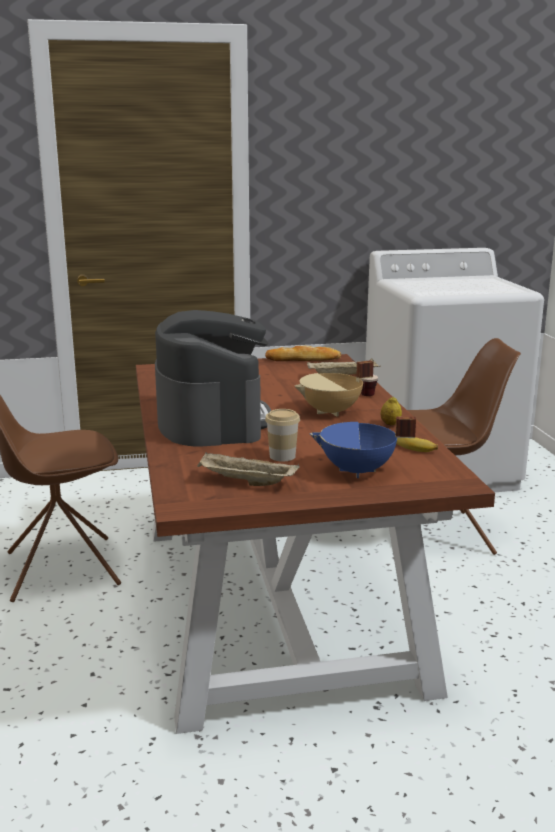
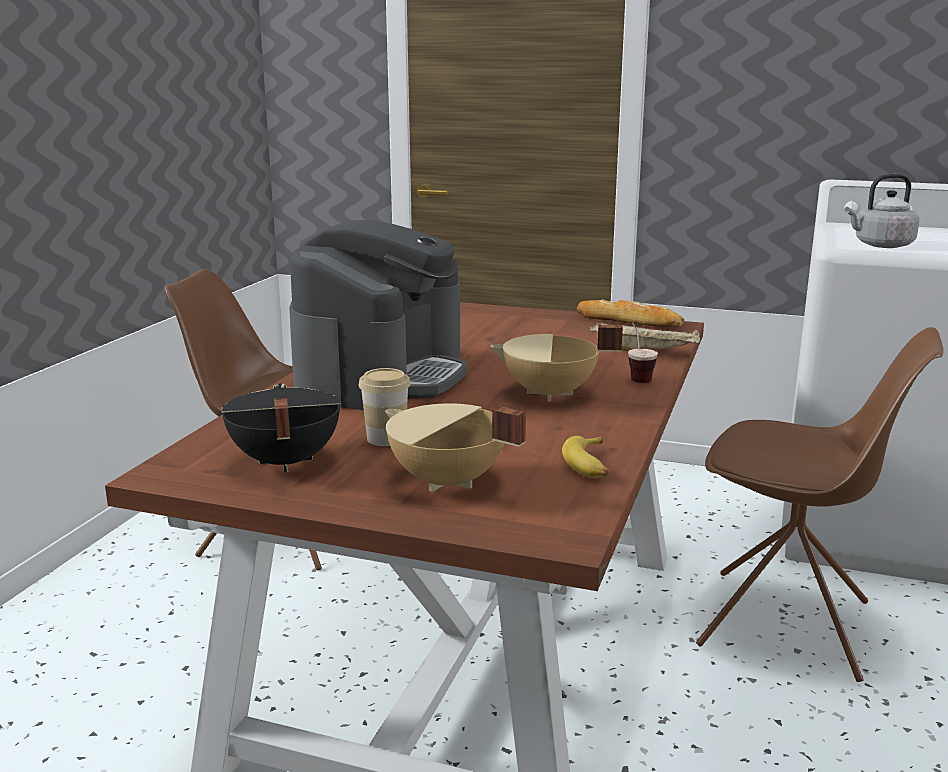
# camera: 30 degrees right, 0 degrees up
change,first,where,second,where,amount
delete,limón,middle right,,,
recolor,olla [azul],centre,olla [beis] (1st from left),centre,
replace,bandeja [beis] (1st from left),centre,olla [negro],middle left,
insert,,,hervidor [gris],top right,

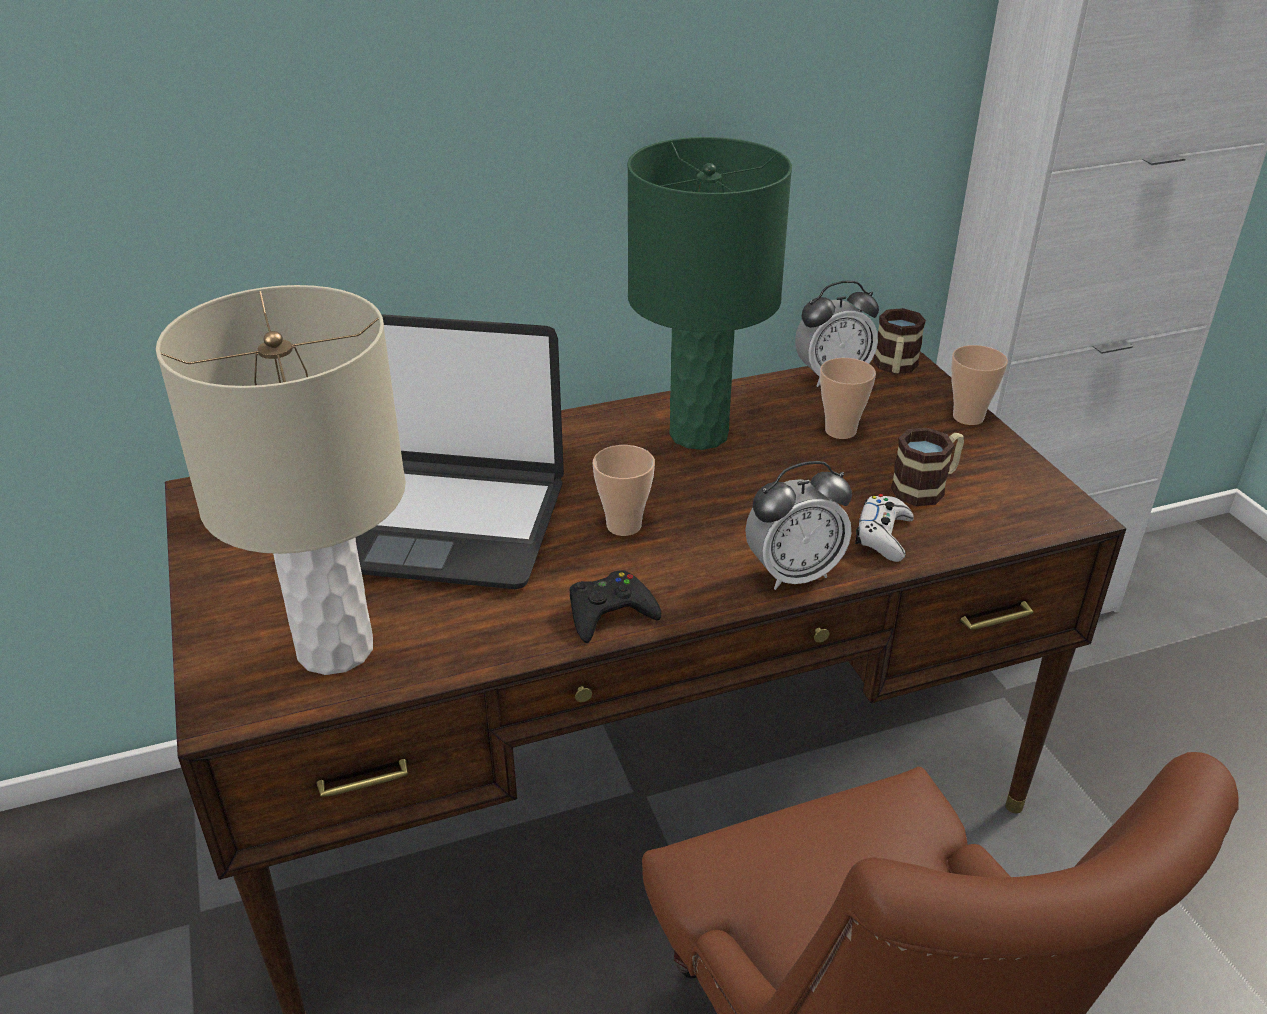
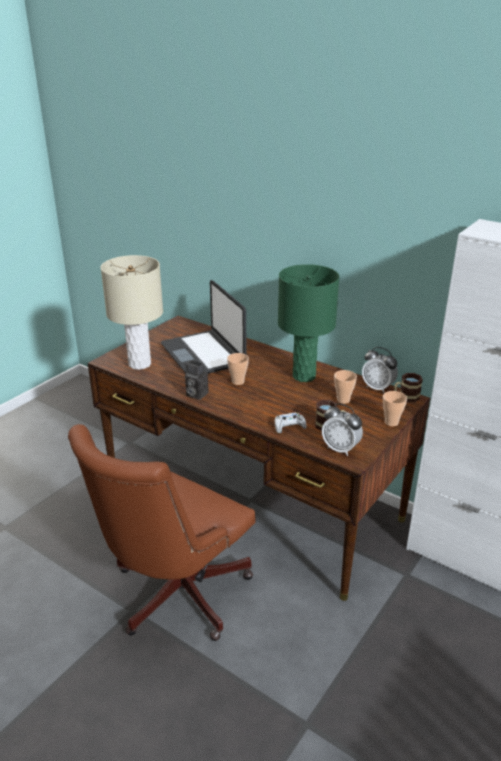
# camera: 55 degrees right, 5 degrees down
change,first,where,second,where,amount
move,despertador (1st from left),centre,,middle right,
replace,mando de consola [negro],centre,cámara,centre,

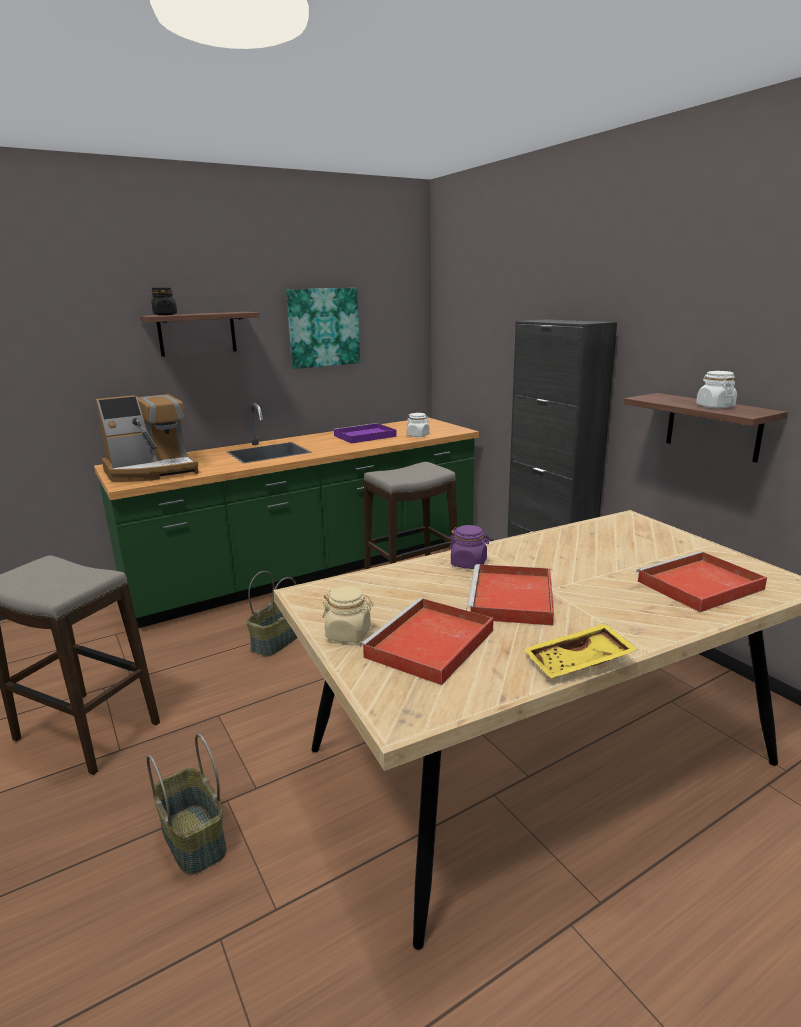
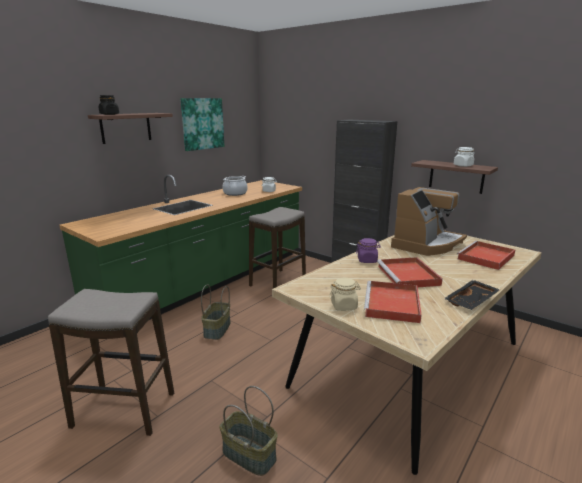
# camera: 20 degrees left, 0 degrees up
change,first,where,second,where,amount
move,cafetera,middle left,,middle right,
replace,bandeja [morado],centre,olla,centre,
recolor,bandeja [amarillo],middle right,bandeja [negro],middle right,

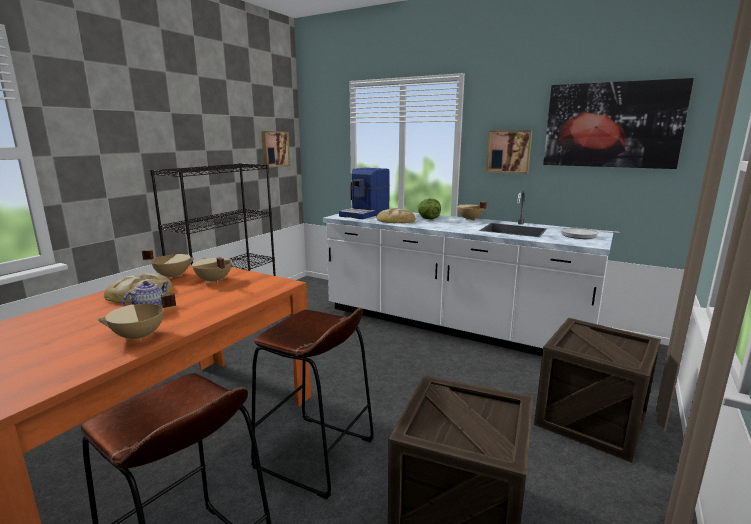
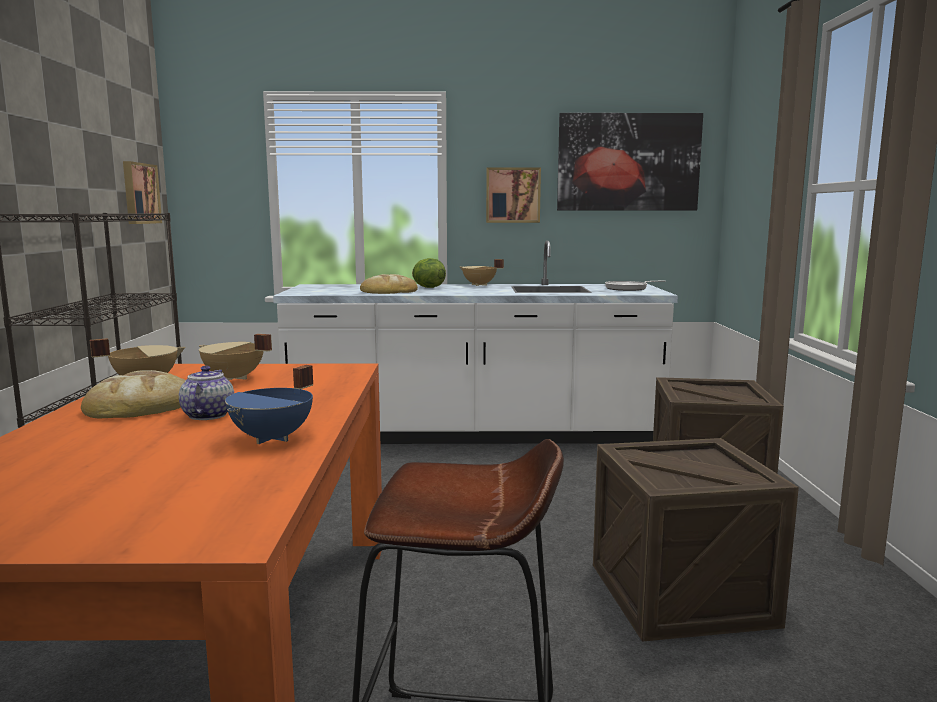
# camera: 30 degrees left, 5 degrees down
change,first,where,second,where,amount
delete,cafetera,centre,,,
recolor,olla [beis] (1st from left),middle left,olla [azul],middle left,
delete,taburete [marrón] (2nd from left),bottom centre,,,

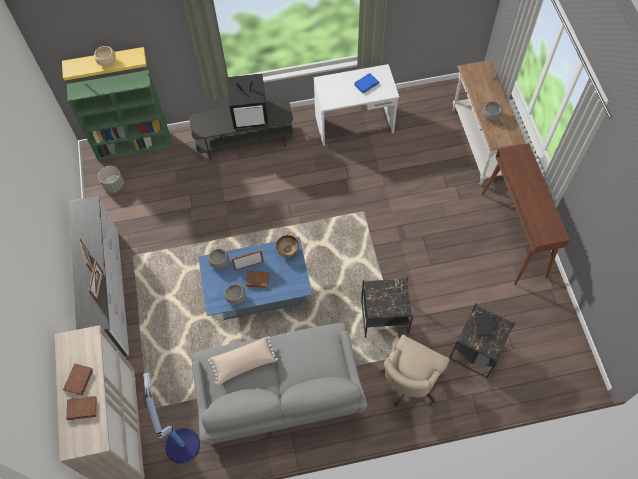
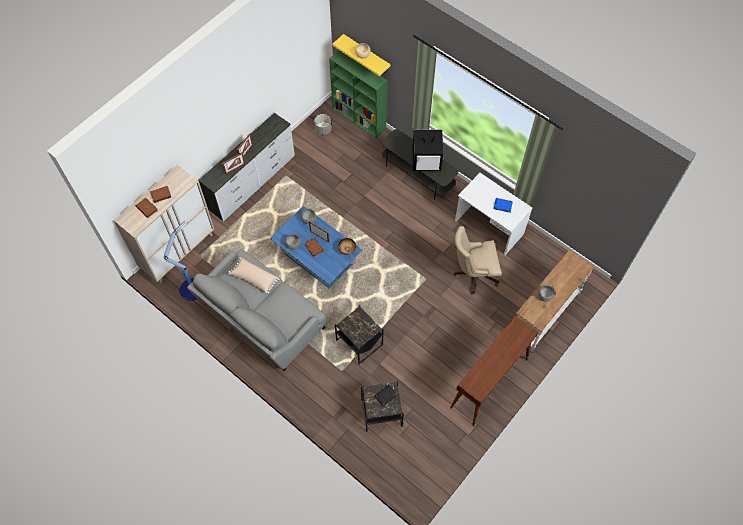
# camera: 50 degrees right, 0 degrees up
change,first,where,second,where,amount
rotate,televisor,top centre,,top centre,45 degrees counterclockwise
move,silla de oficina [beis],bottom centre,,centre,

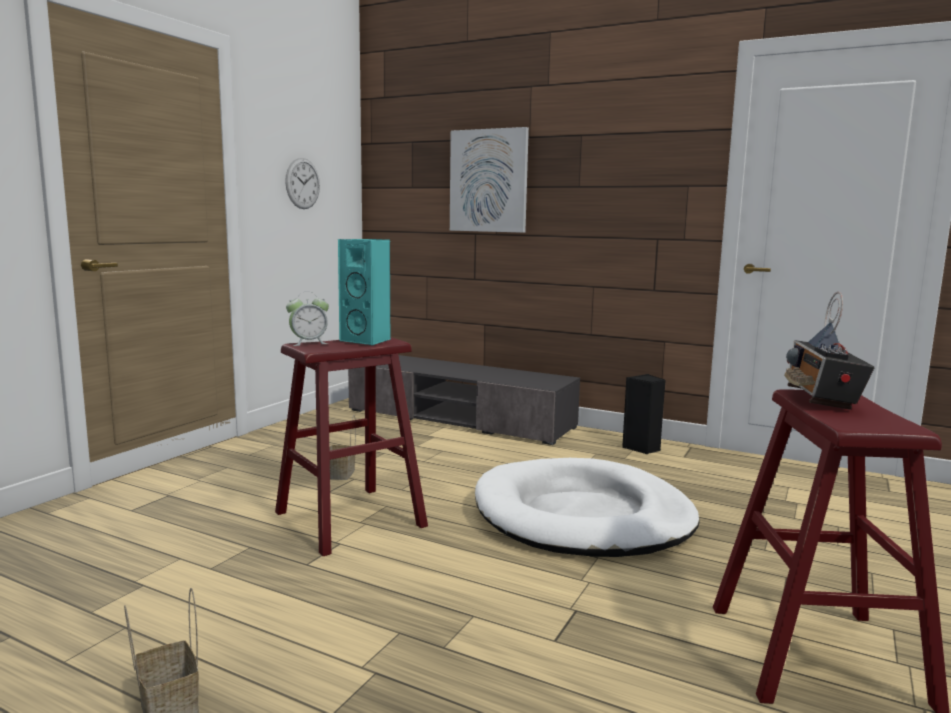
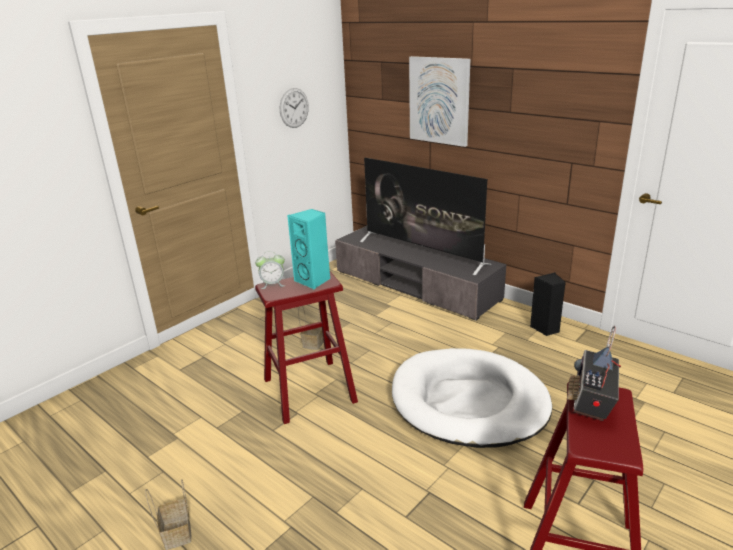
# camera: 15 degrees right, 15 degrees up
change,first,where,second,where,amount
insert,,,televisor,centre,

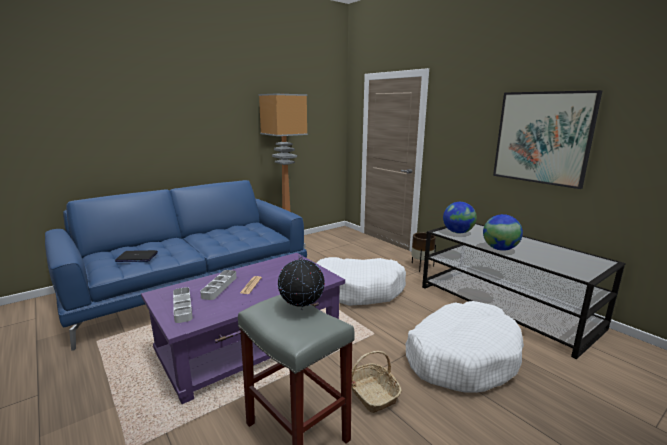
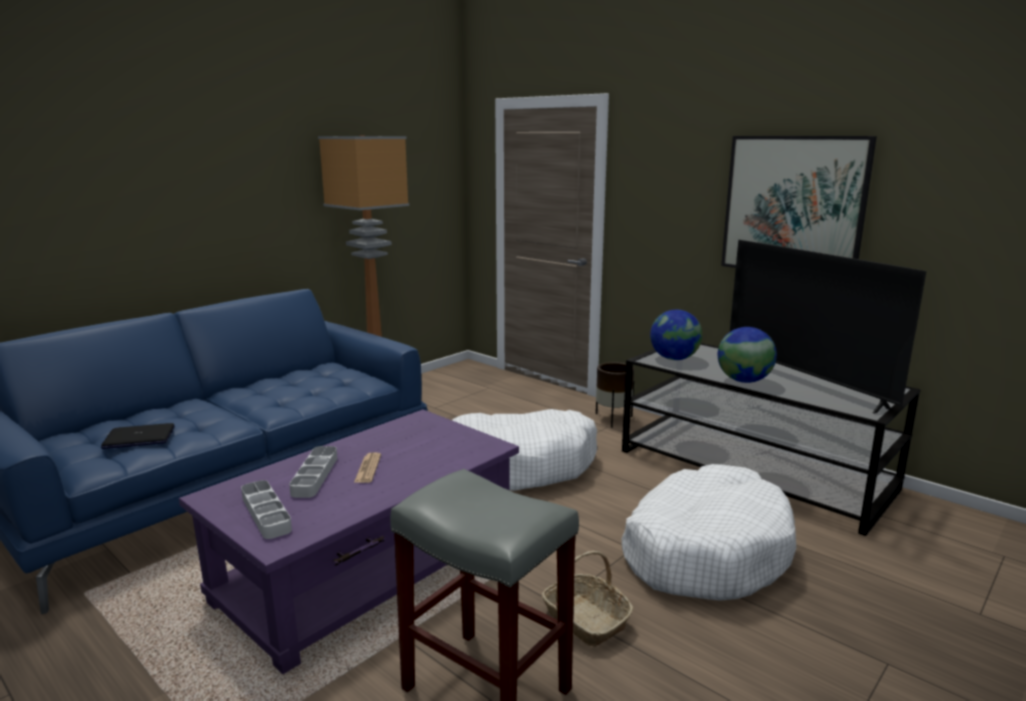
# camera: 10 degrees left, 0 degrees up
change,first,where,second,where,amount
delete,globo terráqueo (1st from left),centre,,,
insert,,,televisor,middle right,

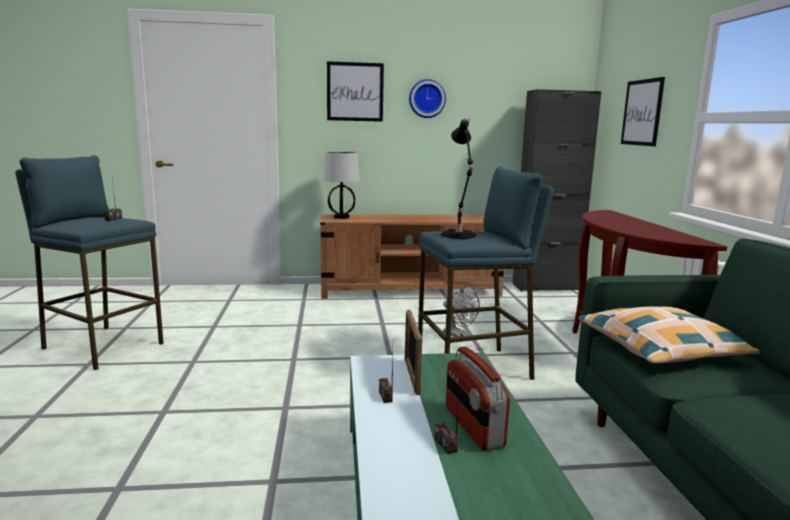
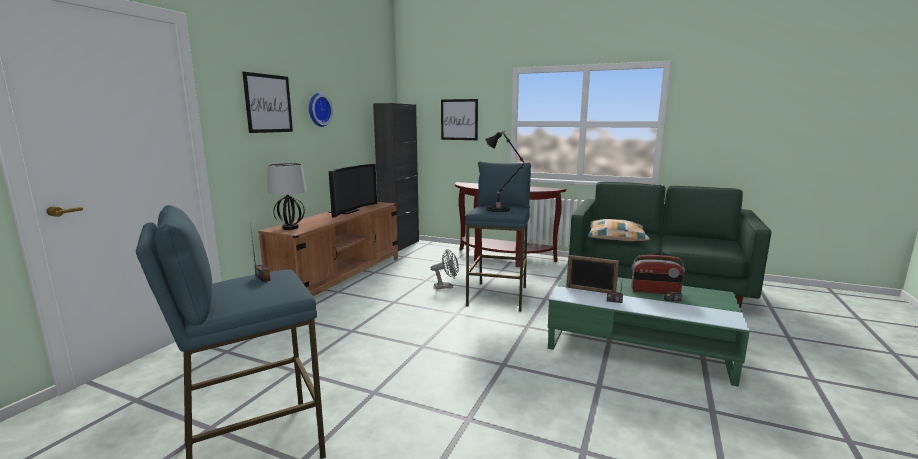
# camera: 60 degrees left, 0 degrees up
change,first,where,second,where,amount
insert,,,televisor,centre,

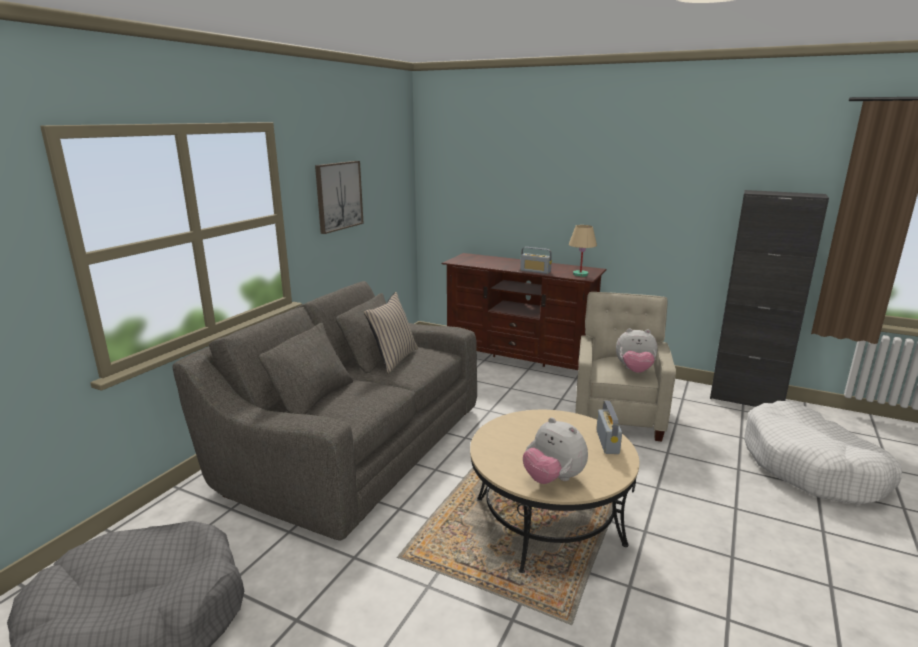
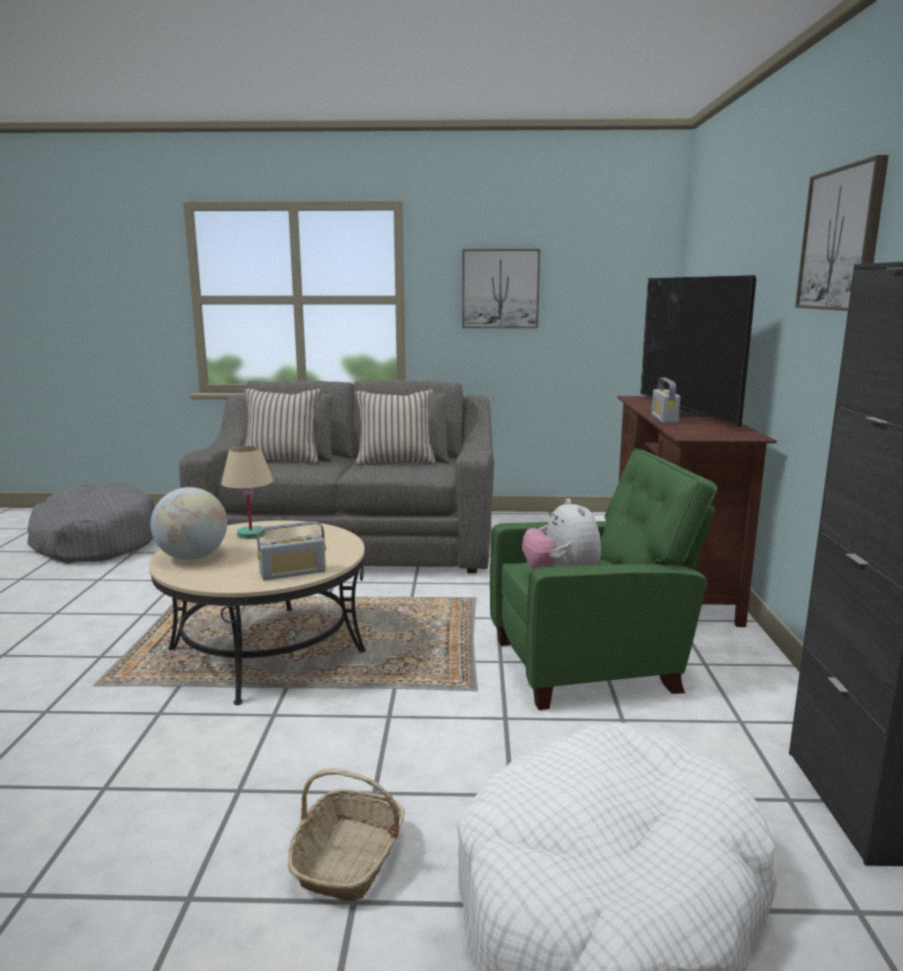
# camera: 65 degrees right, 5 degrees down
change,first,where,second,where,amount
move,lámpara de mesa [beis],centre,,middle left,
recolor,sillón [beis],middle right,sillón [verde],middle right,
replace,peluche (1st from left),bottom centre,globo terráqueo,middle left,
insert,,,cuadro (2nd from left),top right,
insert,,,televisor,middle right,
insert,,,cojín [beis] (1st from left),middle left,
insert,,,cesta,bottom centre,

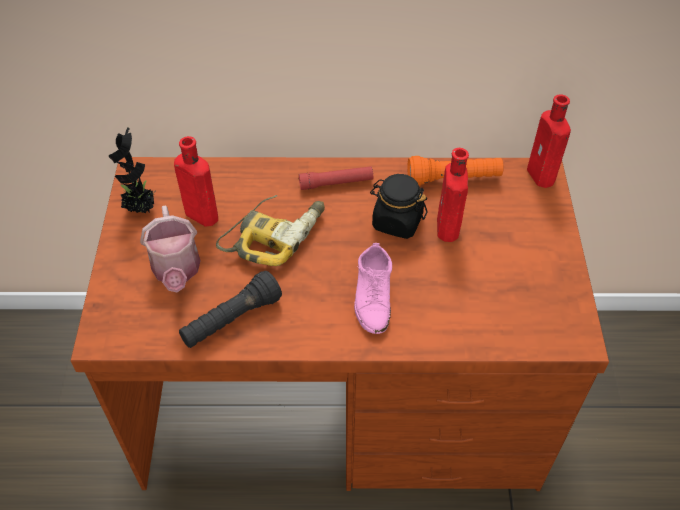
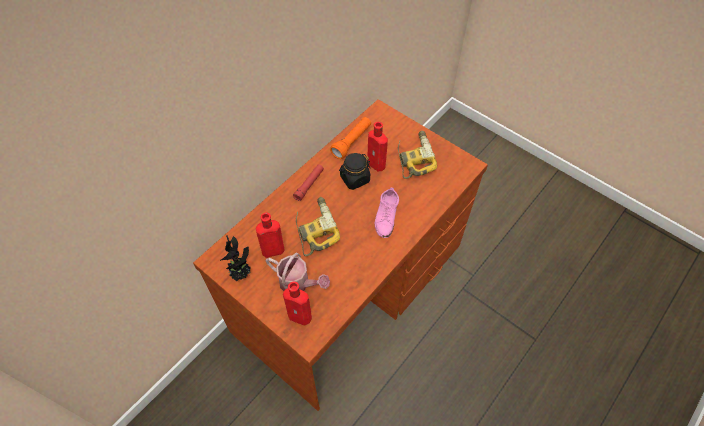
# camera: 50 degrees left, 5 degrees up
change,first,where,second,where,amount
move,botella [rojo] (3rd from left in the first image),top right,botella [rojo] (2nd from left),bottom centre,
rotate,zapato [rosa],centre,,centre,60 degrees clockwise
delete,linterna [negro],centre,,,
insert,,,taladro (2nd from left),centre,

